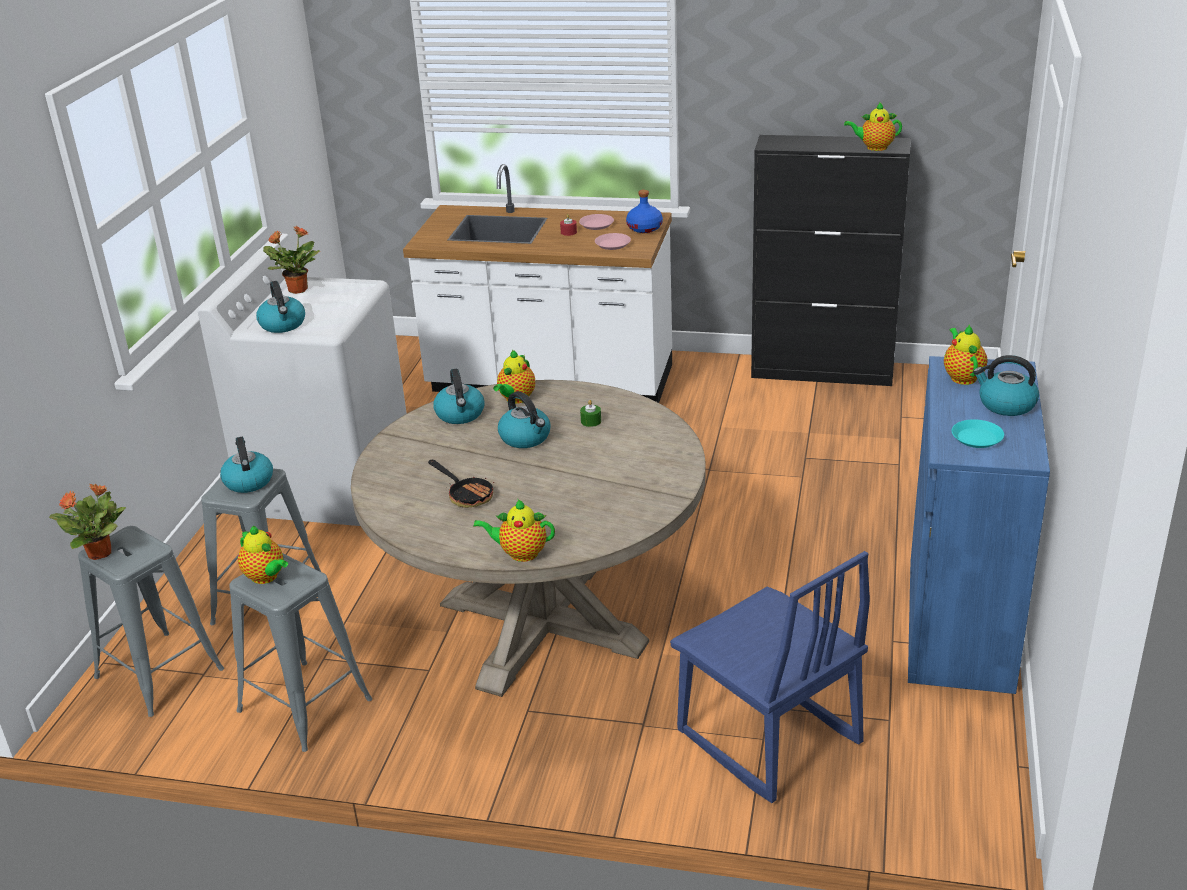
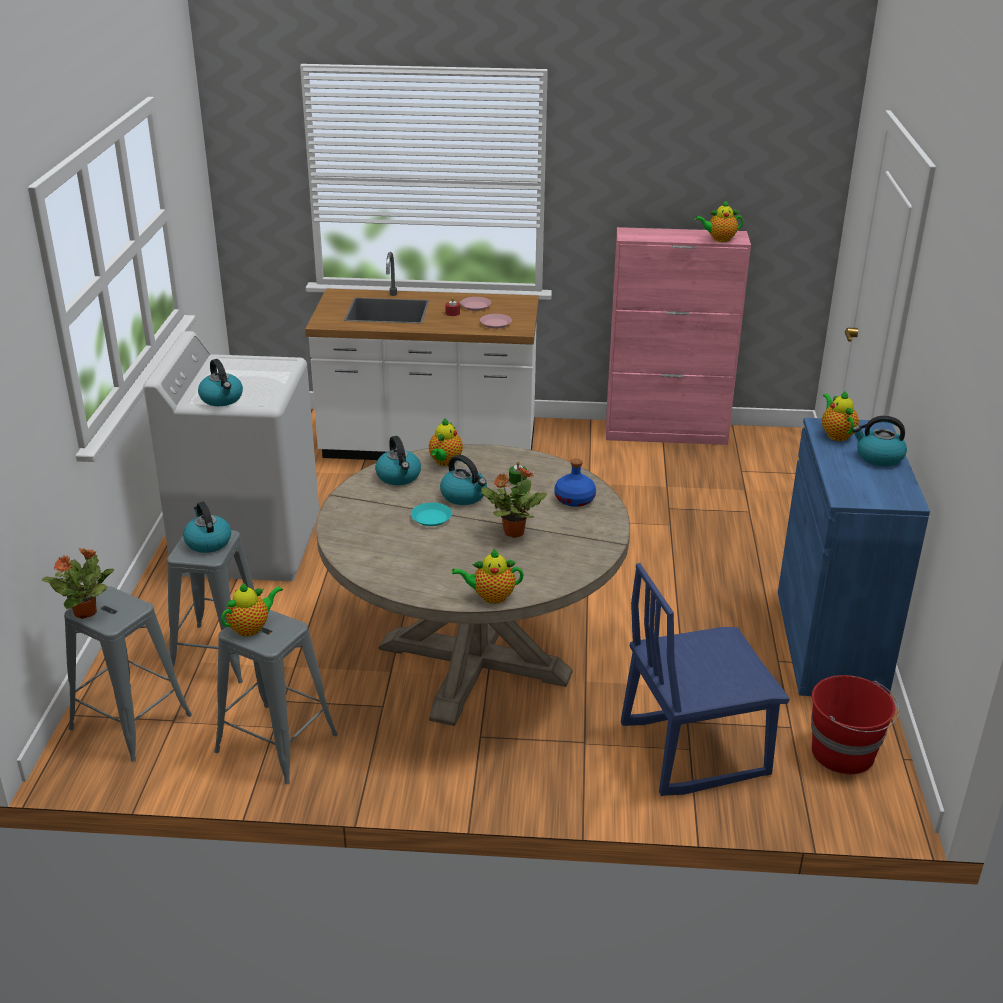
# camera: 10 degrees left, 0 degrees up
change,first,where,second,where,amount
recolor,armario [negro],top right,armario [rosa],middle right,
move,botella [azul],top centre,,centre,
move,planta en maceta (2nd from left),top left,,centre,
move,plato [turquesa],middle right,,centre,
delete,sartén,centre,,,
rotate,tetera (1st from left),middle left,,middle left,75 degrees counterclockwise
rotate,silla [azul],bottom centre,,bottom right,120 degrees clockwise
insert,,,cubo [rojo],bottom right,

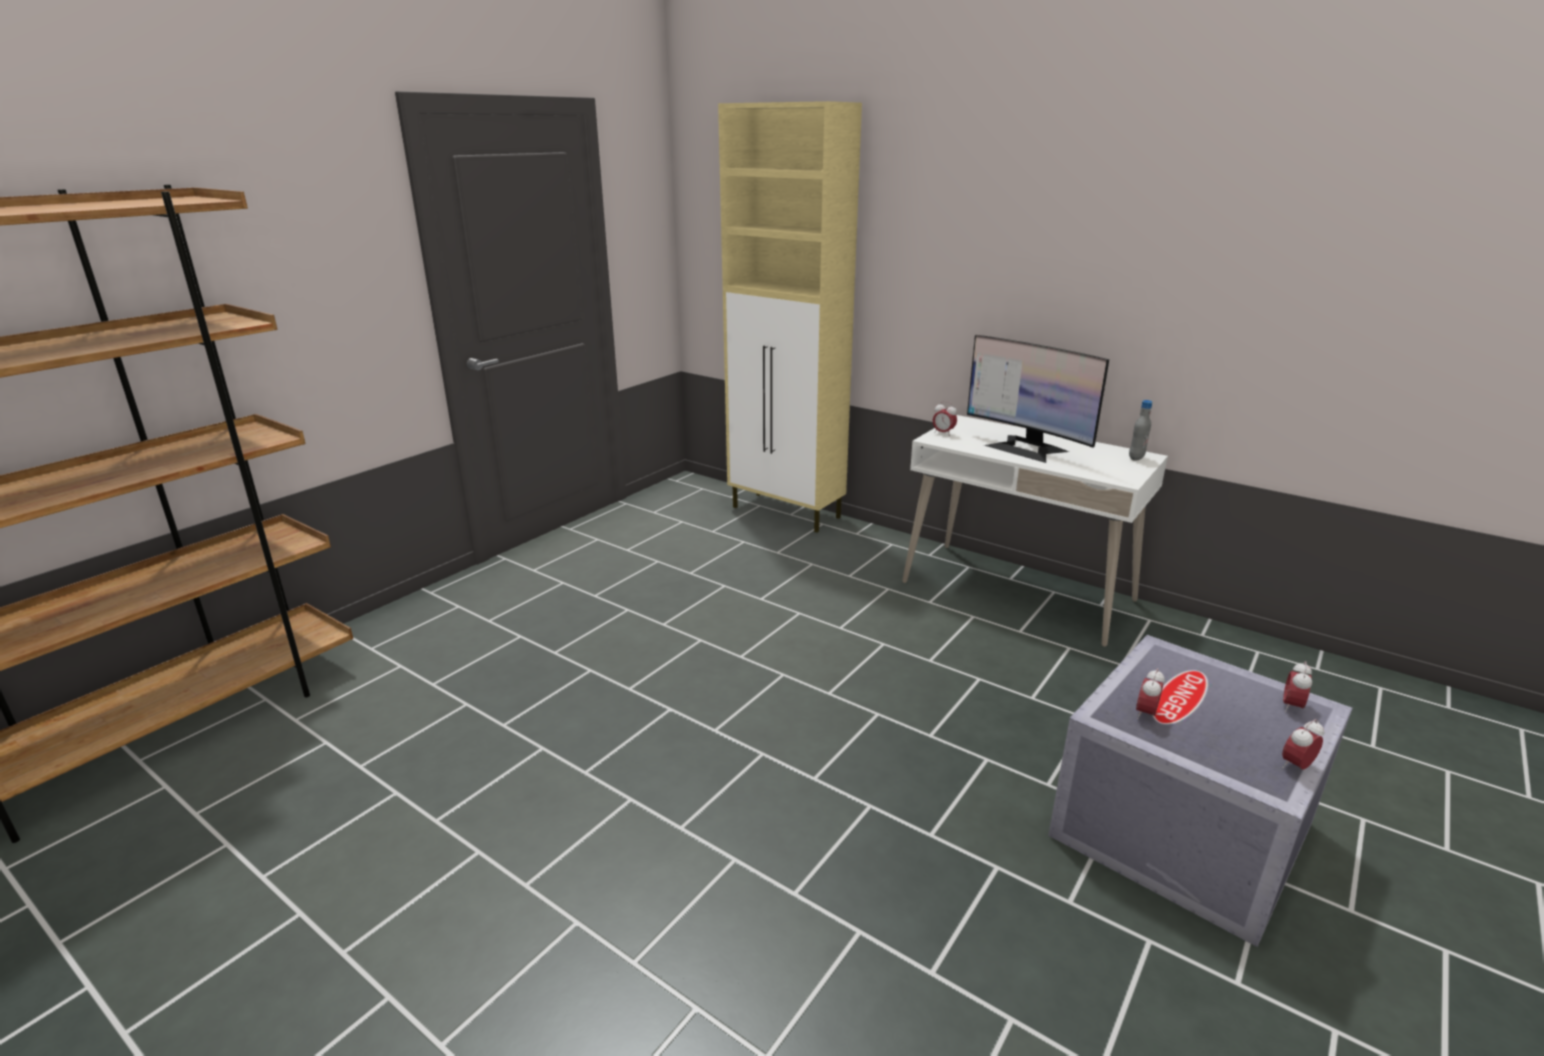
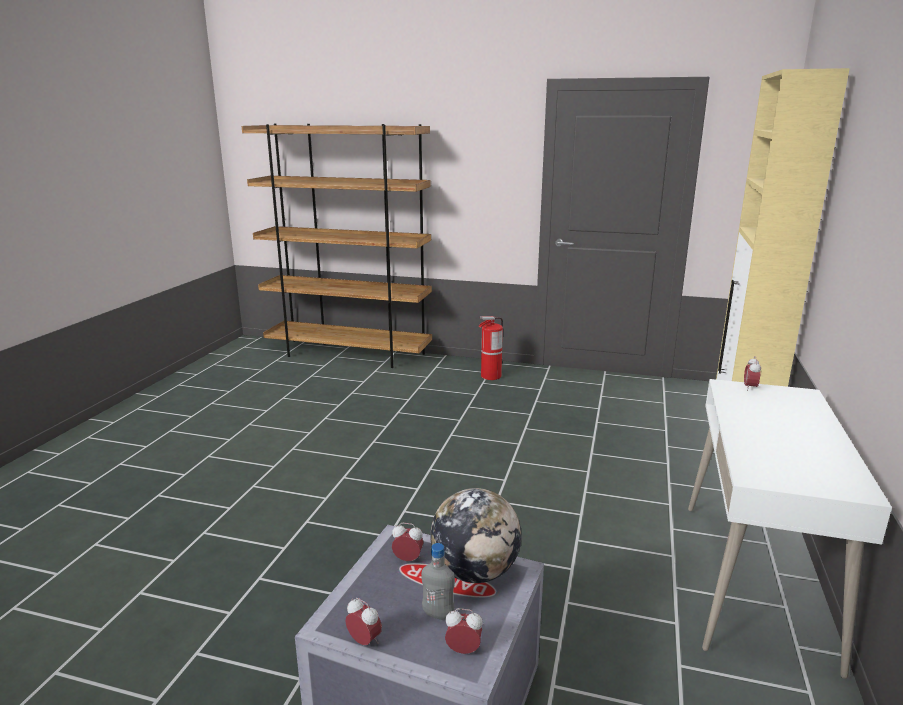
# camera: 70 degrees right, 5 degrees down
change,first,where,second,where,amount
delete,monitor,middle right,,,
move,botella [gris],middle right,,bottom centre,
insert,,,extintor,centre,
insert,,,globo terráqueo,bottom centre,

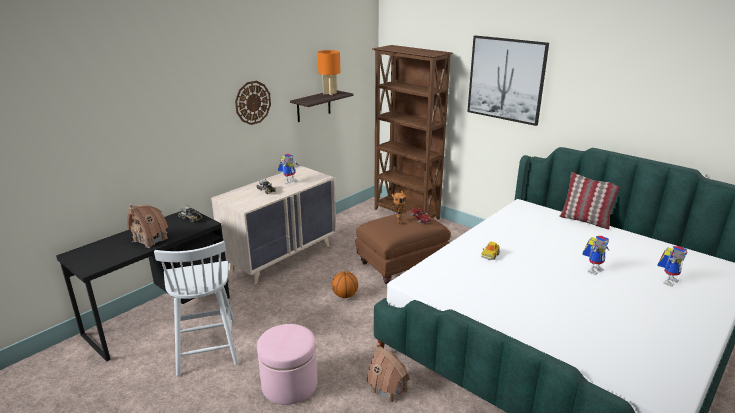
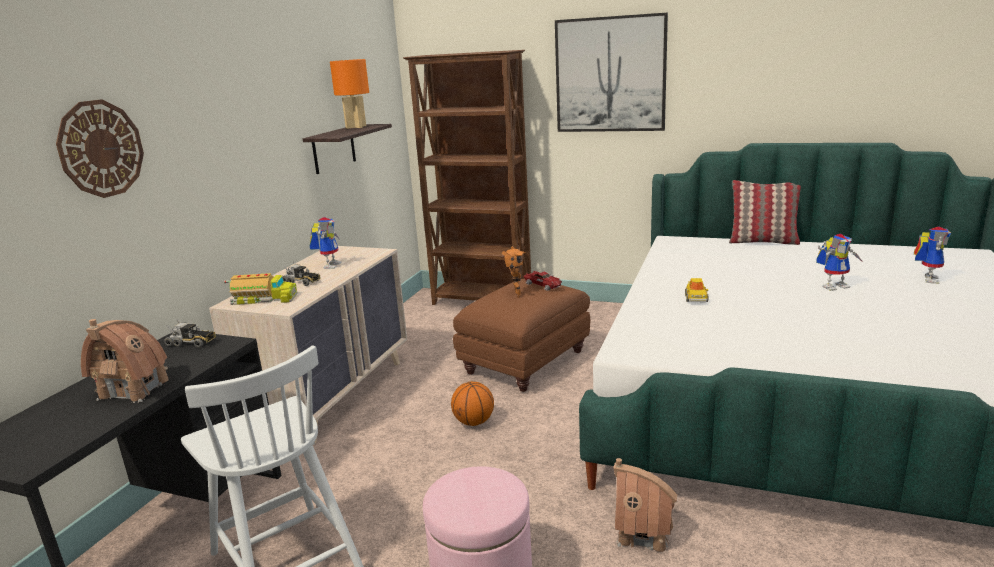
# camera: 20 degrees left, 5 degrees down
change,first,where,second,where,amount
move,reloj de pared,top centre,,top left,
rotate,robot de juguete (3rd from left),middle right,,middle right,45 degrees clockwise
insert,,,camión de juguete (2nd from left),middle left,

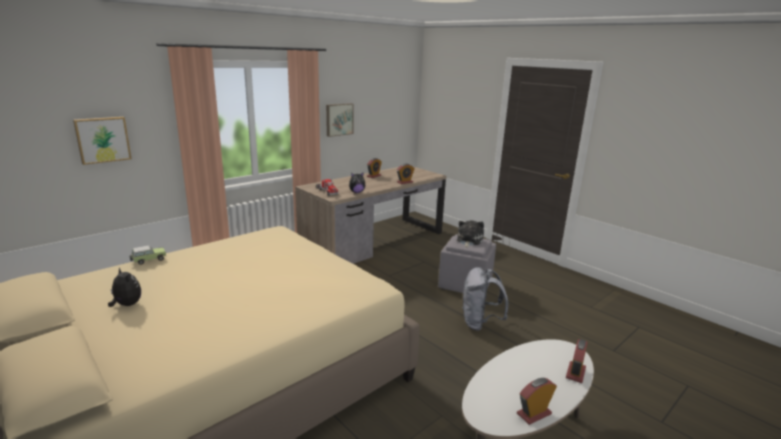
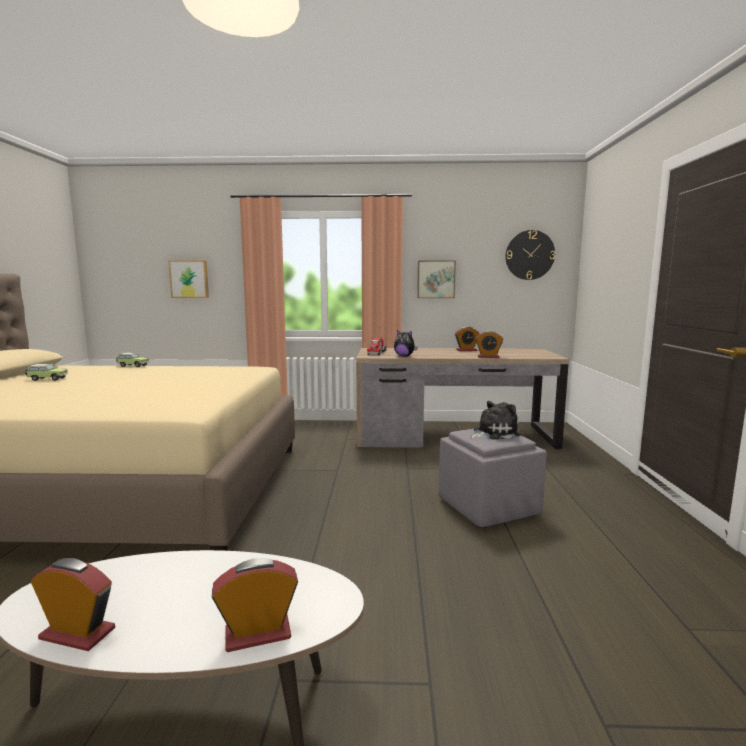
# camera: 45 degrees right, 10 degrees down
change,first,where,second,where,amount
replace,peluche (1st from left),middle left,coche de juguete (1st from left),middle left,
delete,mochila [gris],bottom centre,,,
insert,,,reloj de pared,middle right,

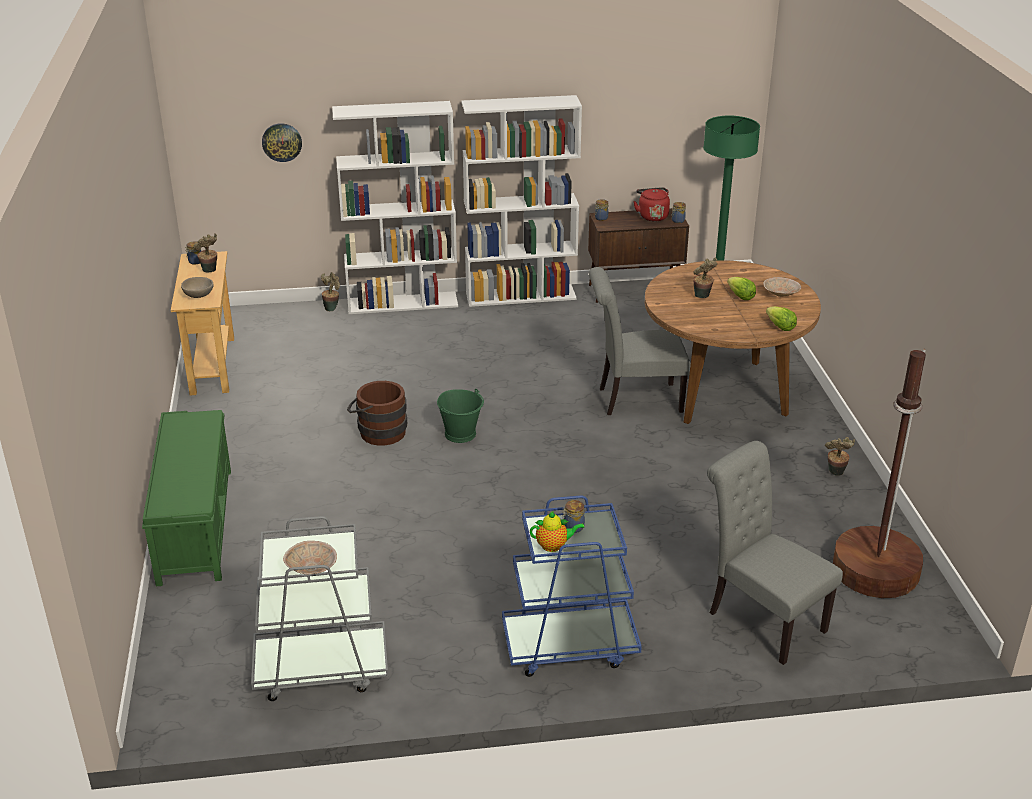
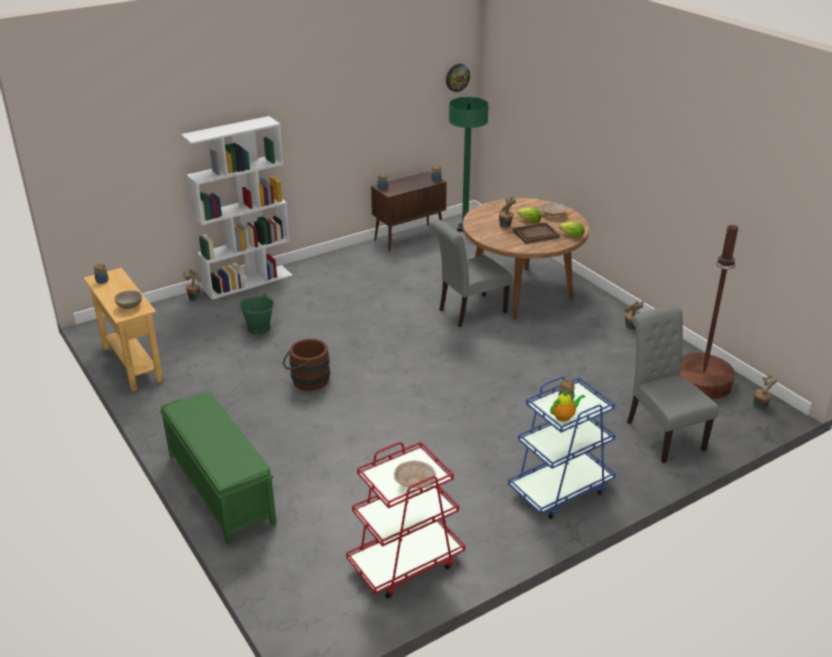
# camera: 25 degrees left, 0 degrees up
change,first,where,second,where,amount
delete,estantería [blanco] (2nd from left),top centre,,,
move,reloj de pared,top left,,top centre,
delete,hervidor [rojo],top centre,,,
move,planta en maceta (1st from left in the first image),top left,planta en maceta (4th from left),middle right,
move,cubo [verde],centre,,middle left,
rotate,silla [gris] (2nd from left),bottom right,,middle right,45 degrees clockwise
recolor,carrito [gris],bottom left,carrito [rojo],bottom centre,
insert,,,bandeja [marrón],centre,

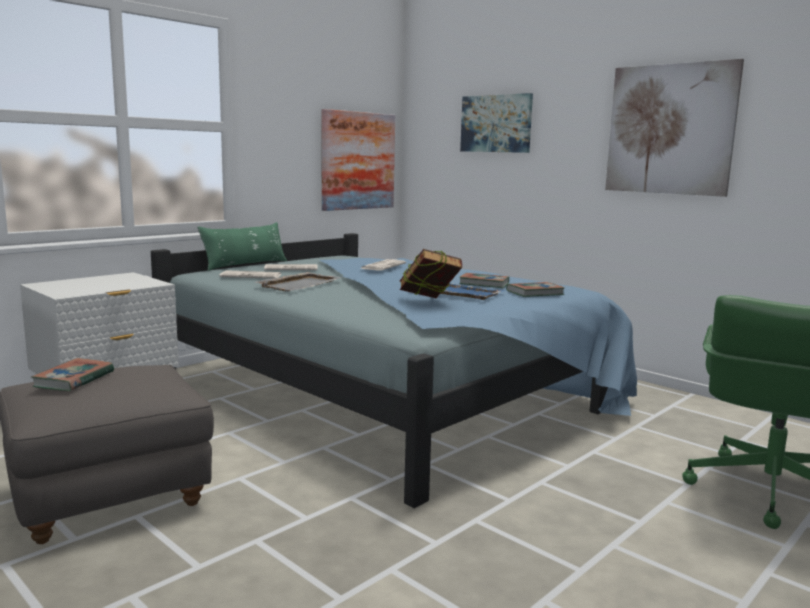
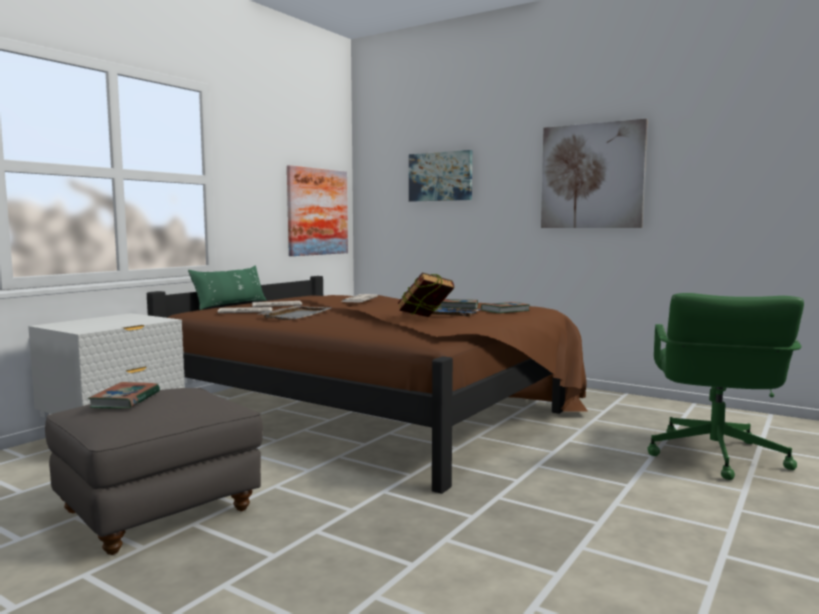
# camera: 10 degrees left, 5 degrees down
change,first,where,second,where,amount
recolor,cama [azul],centre,cama [marrón],centre,

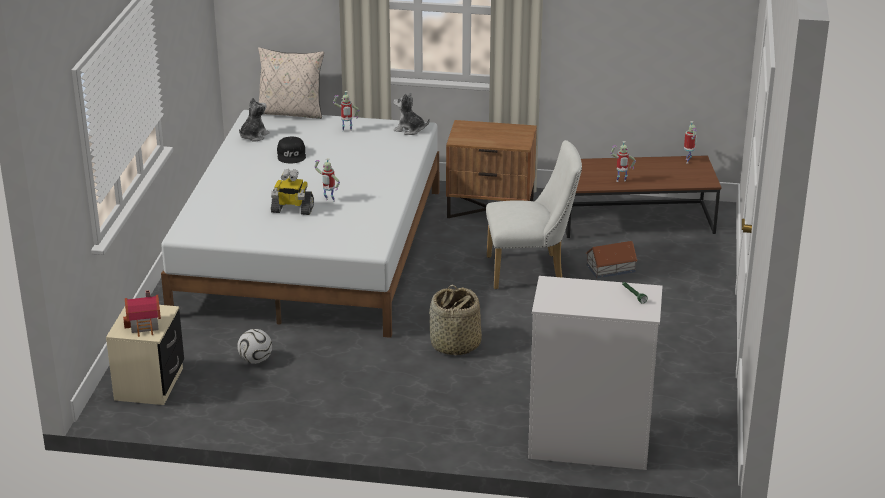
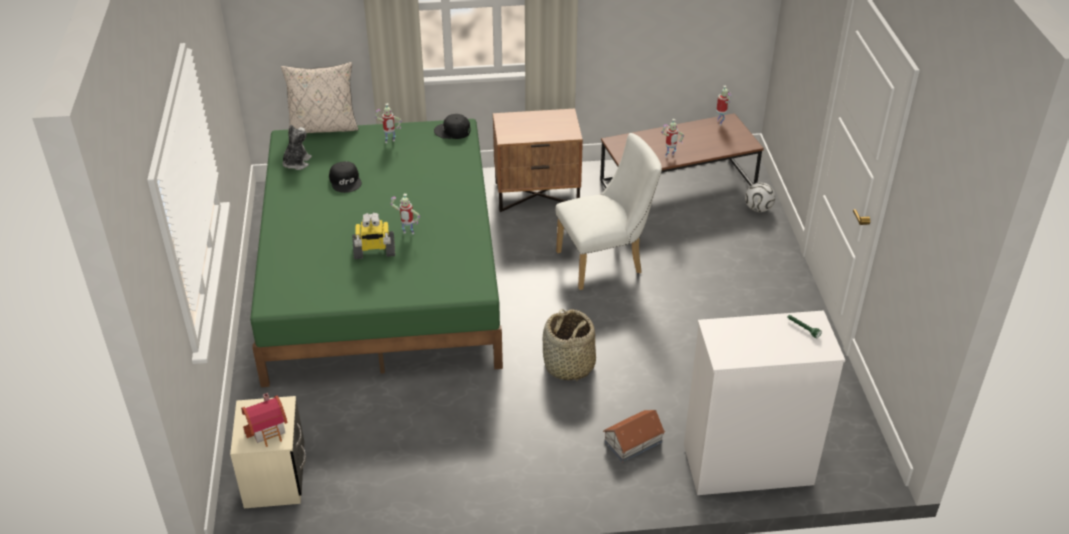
# camera: 15 degrees left, 10 degrees up
change,first,where,second,where,amount
replace,peluche (2nd from left),top centre,gorra [negro] (2nd from left),top centre,
recolor,cama [blanco],centre,cama [verde],centre,
move,casita (2nd from left),middle right,,bottom centre,
move,balón de fútbol,bottom left,,middle right,

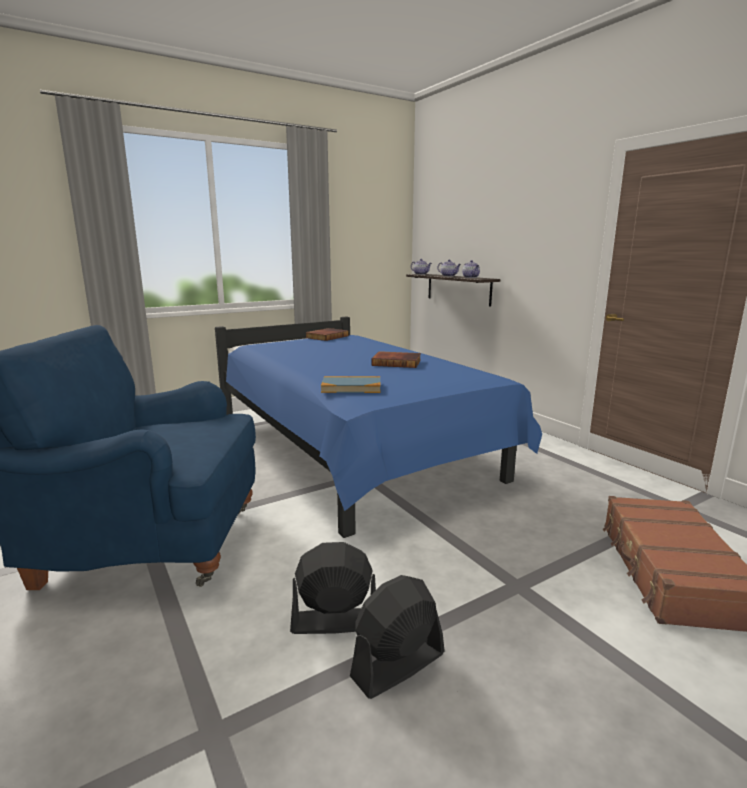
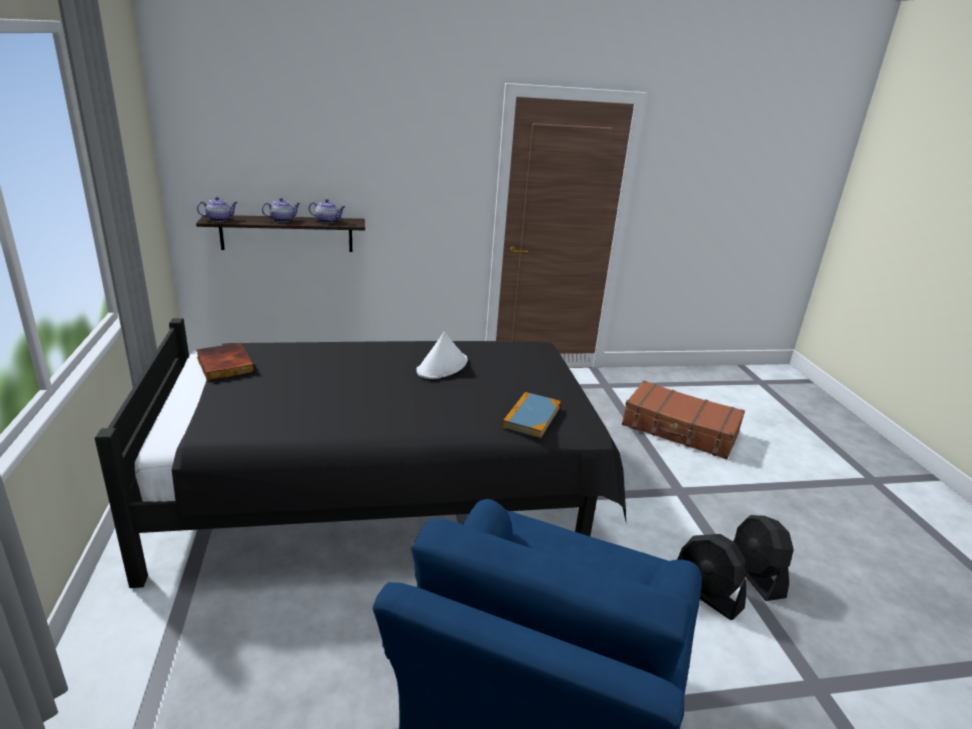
# camera: 70 degrees left, 10 degrees up
change,first,where,second,where,amount
recolor,cama [azul],centre,cama [negro],centre,
replace,libro (3rd from left),centre,sombrero [blanco],centre,
rotate,ventilador [negro] (1st from left),bottom centre,,bottom right,60 degrees counterclockwise

